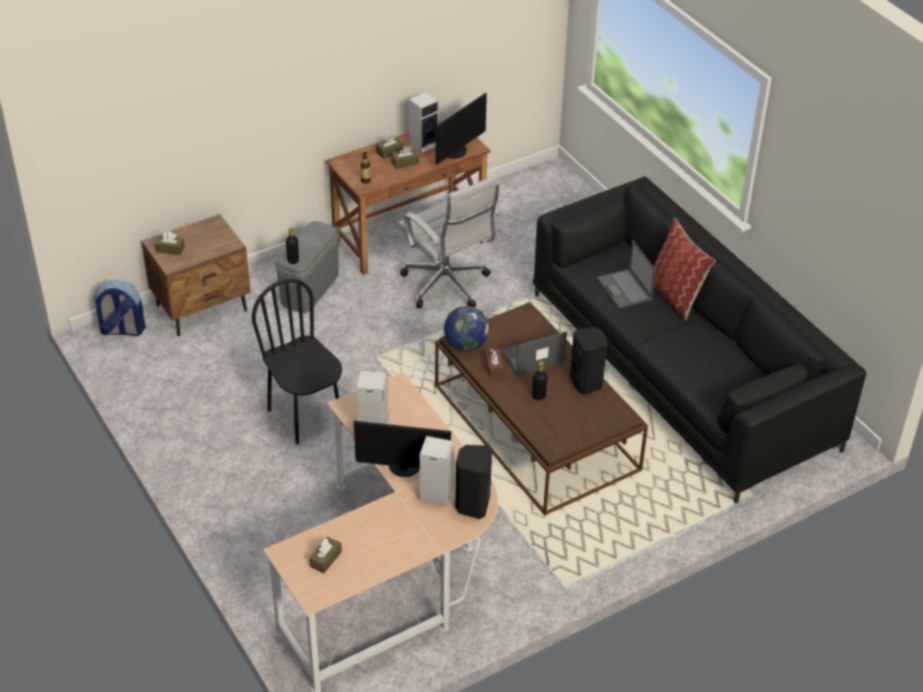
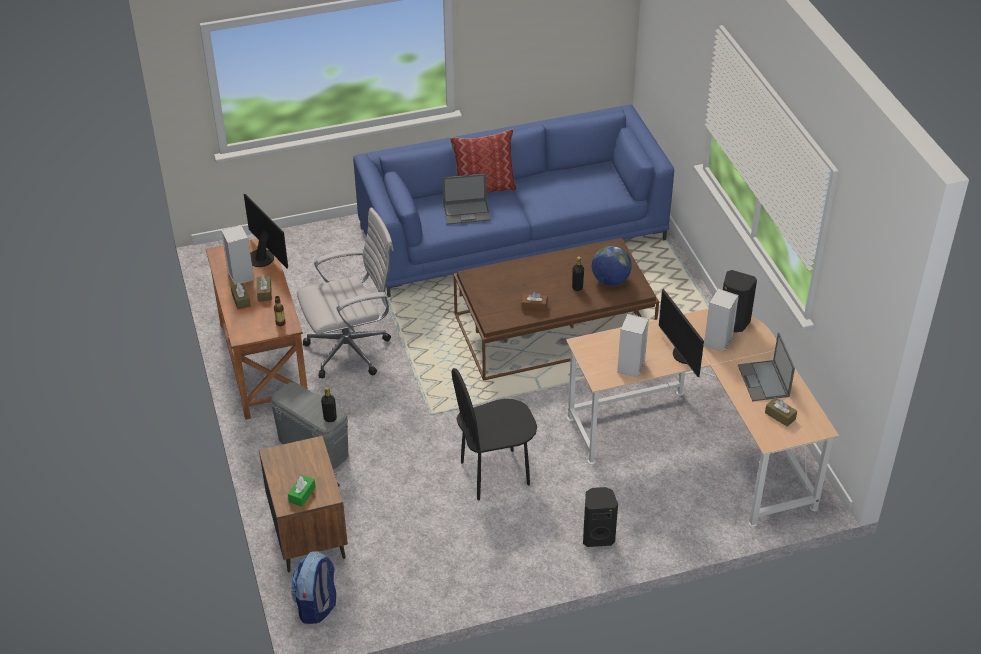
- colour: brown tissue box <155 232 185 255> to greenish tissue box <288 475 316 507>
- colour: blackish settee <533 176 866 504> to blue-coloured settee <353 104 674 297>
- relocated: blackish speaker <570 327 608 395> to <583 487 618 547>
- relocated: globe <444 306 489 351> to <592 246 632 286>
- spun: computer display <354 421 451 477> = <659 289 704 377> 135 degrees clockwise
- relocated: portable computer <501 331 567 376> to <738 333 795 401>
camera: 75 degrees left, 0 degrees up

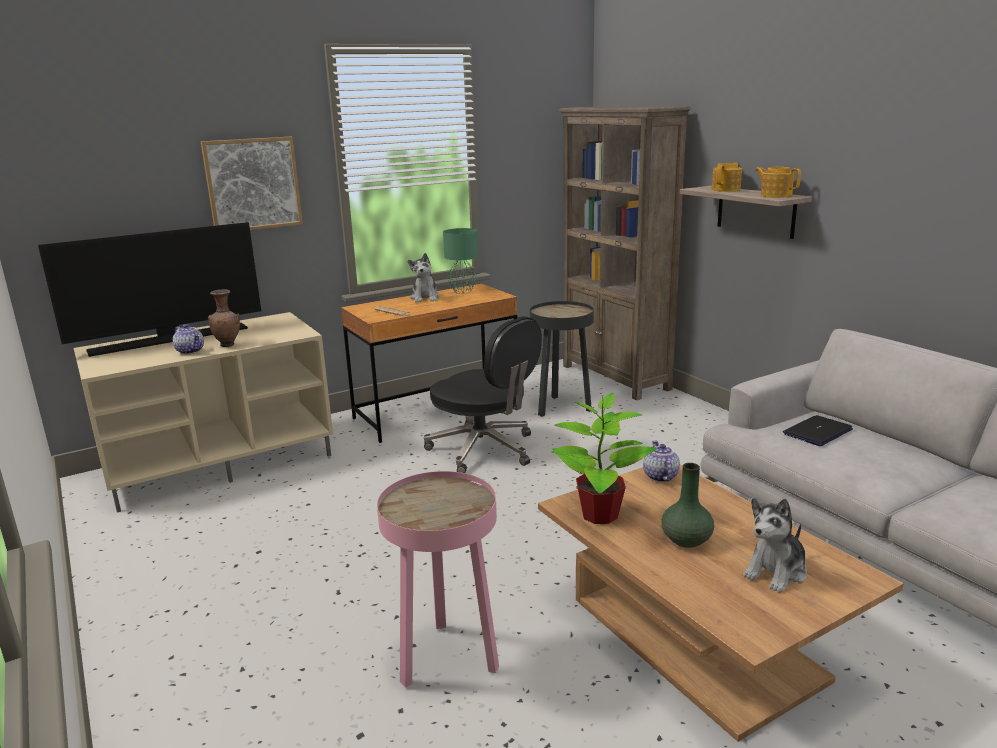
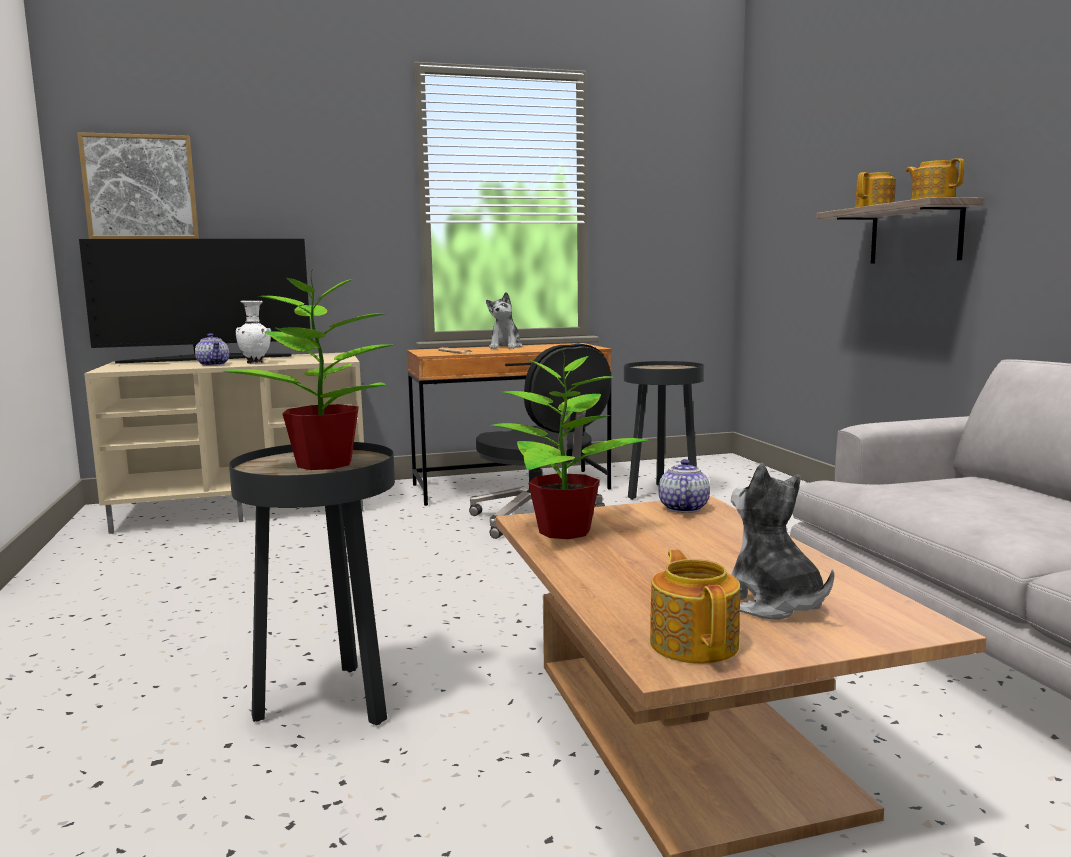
- relocated: wall art <201 137 303 230> to <77 132 199 239>
- appeared: potted plant <222 266 393 470>
- colour: pinkish side table <377 471 499 688> to blackish side table <229 442 395 725>
- colour: brown decorative vase <208 290 240 347> to white-coloured decorative vase <236 301 271 364>
- appeared: tea pot <650 549 740 664>
- spun: plush toy <743 498 807 593> = <731 463 834 620> 90 degrees clockwise
- missing: greenish lamp for a table <443 228 479 294>
- missing: brown shelving unit <559 106 691 400>
- missing: greenish decorative vase <661 463 714 548>
- missing: portable computer <783 415 853 446>
camera: 15 degrees right, 10 degrees down

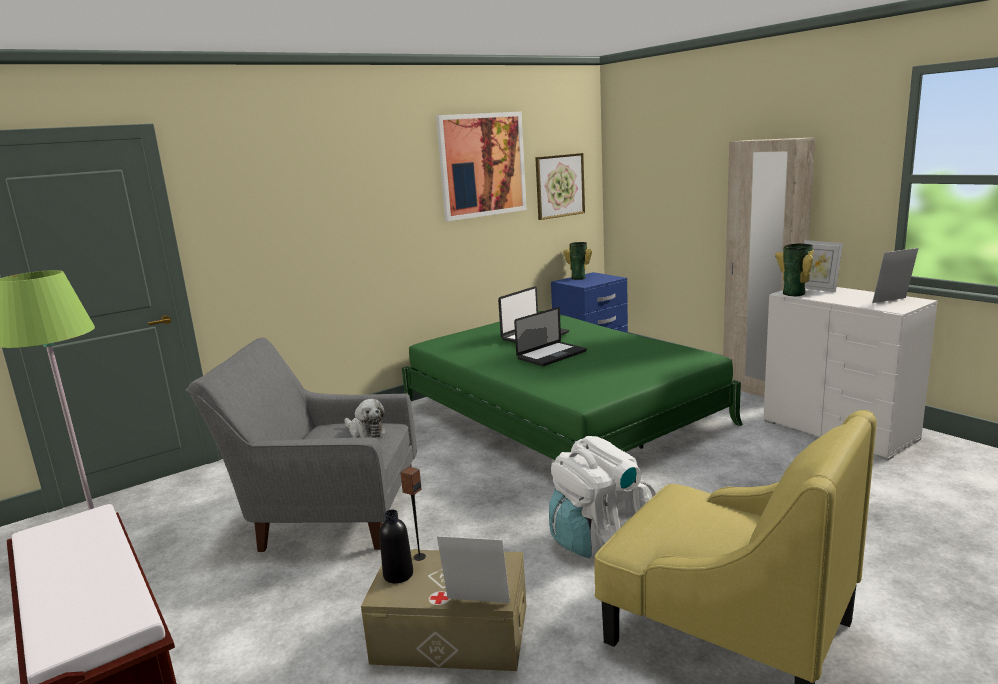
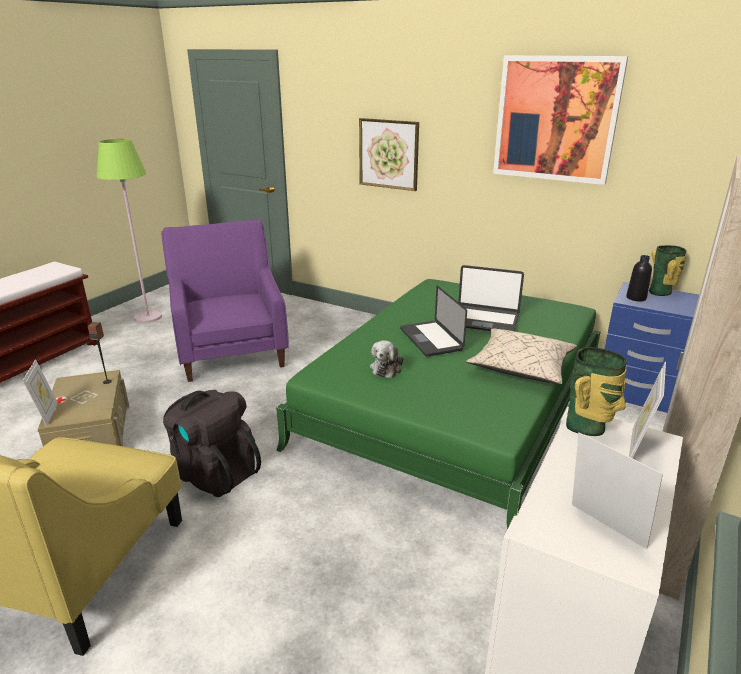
- colour: greyish armchair <186 338 417 552> to purple armchair <161 220 289 382>
- colour: white-coloured knapsack <549 436 656 559> to blackish knapsack <163 390 261 497>
- relocated: wall art <535 153 585 220> to <359 118 419 191>
- relocated: plush toy <344 399 386 438> to <370 340 403 378>
- spun: portable computer <514 307 587 366> = <400 286 467 357> 45 degrees clockwise
- appeared: beige-coloured throw pillow <466 328 577 385>
- relocated: blackish beverage bottle <379 510 413 583> to <626 255 652 301>
camera: 65 degrees right, 10 degrees up

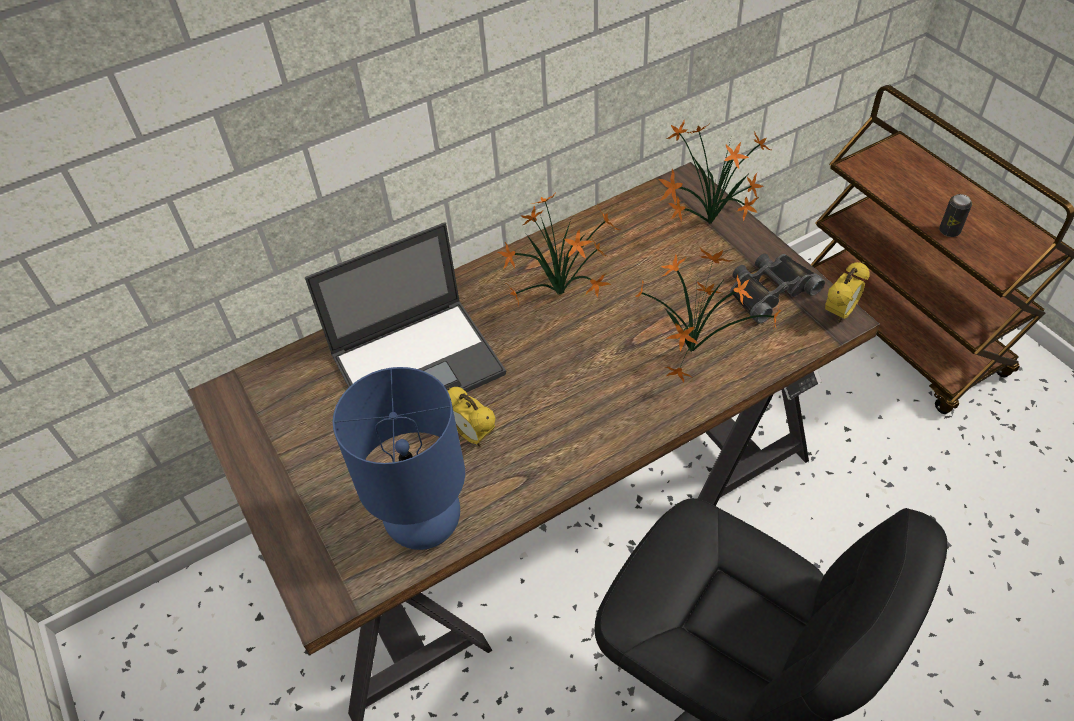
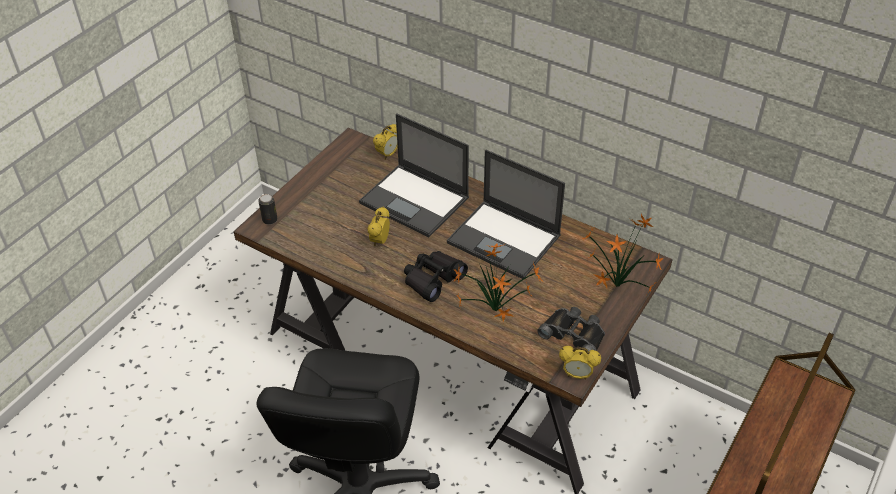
- relocated: metal can <939 194 972 237> to <258 194 277 225>
- appeared: alarm clock <373 124 398 160>
- appeared: blackish pair of binoculars <404 251 468 302>
- exchanged: potted plant <498 194 620 306> to portable computer <447 150 565 279>
- missing: blue-coloured lamp for a table <333 367 465 550>
camera: 60 degrees right, 5 degrees down

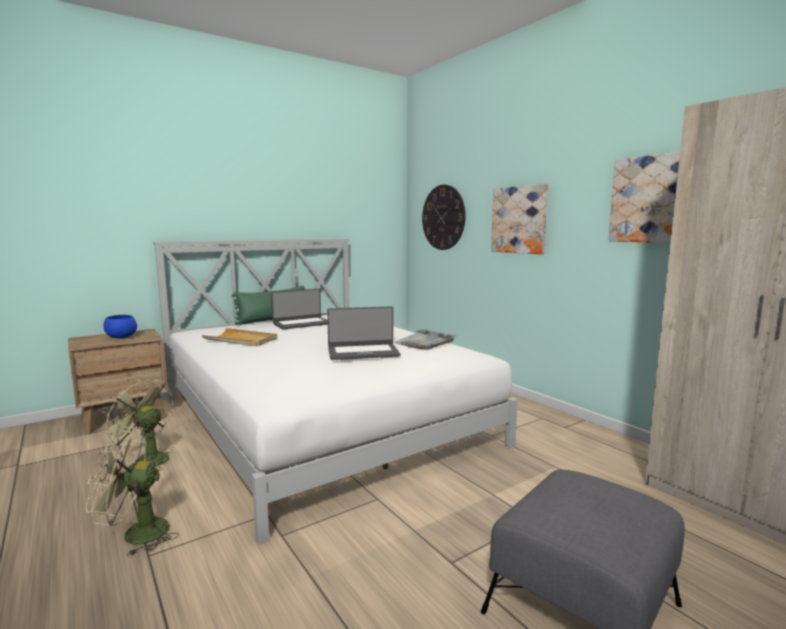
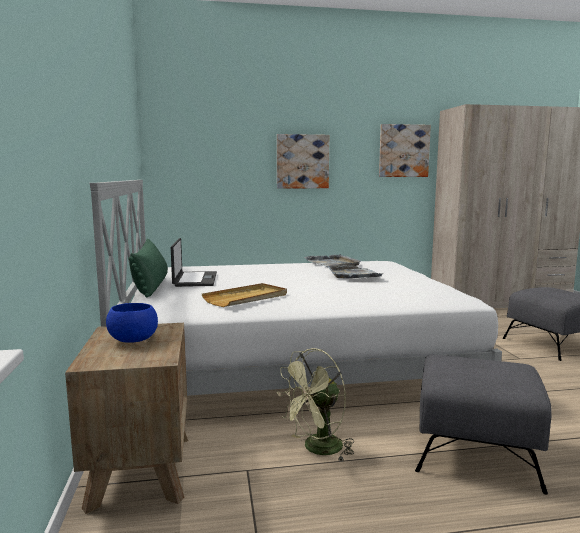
- exchanged: portable computer <327 306 401 360> to greyish tray <328 265 382 279>
- exchanged: greenish cooling fan <86 427 179 557> to greyish ottoman <415 355 552 495>
- missing: clock on the wall <422 185 466 250>
camera: 65 degrees left, 0 degrees up

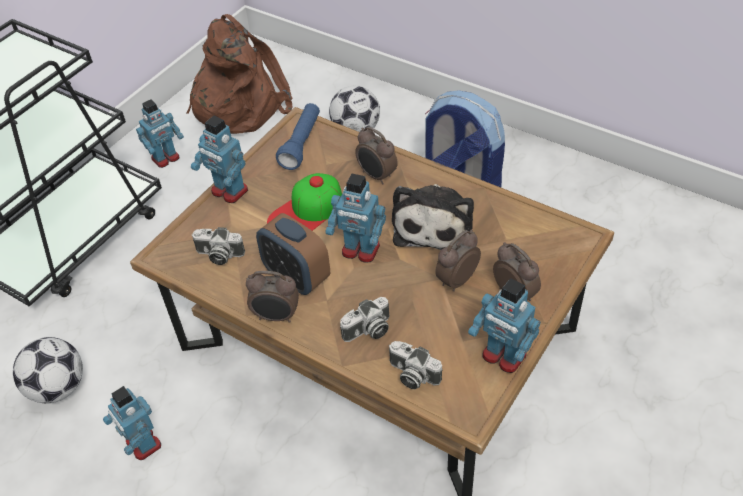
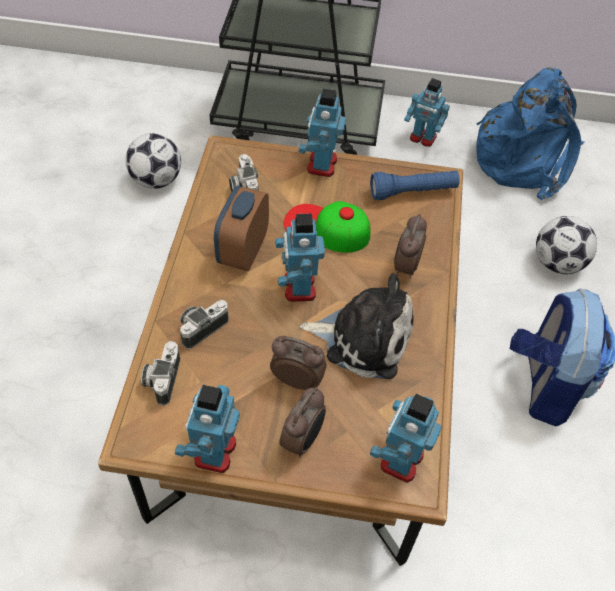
- spun: photo camera <340 297 389 342> = <180 300 229 349> 105 degrees clockwise
- spun: plush toy <392 184 474 250> = <300 273 414 379> 150 degrees counterclockwise
- relocated: toy robot <103 386 161 460> to <370 394 441 483>
- colour: brown knapsack <186 14 293 134> to blue-coloured knapsack <476 67 585 200>
- missing: alarm clock <246 271 299 323>
camera: 60 degrees right, 5 degrees up

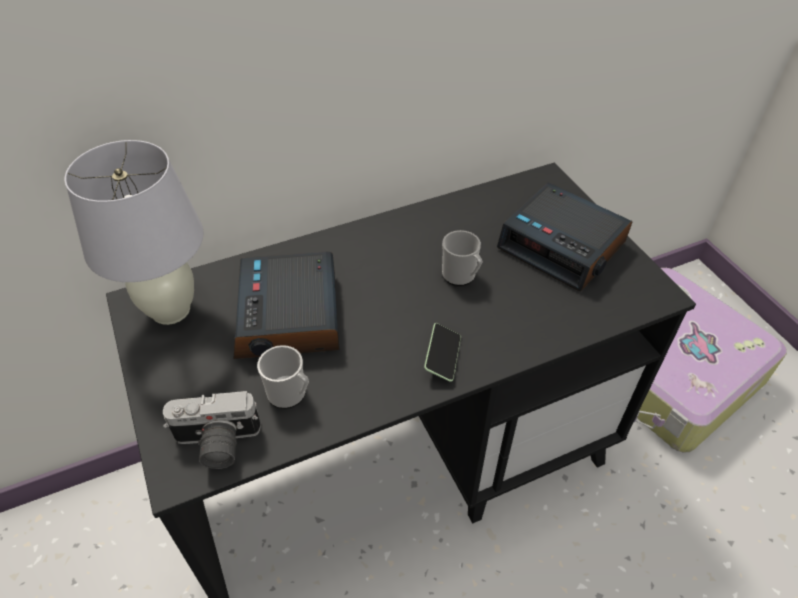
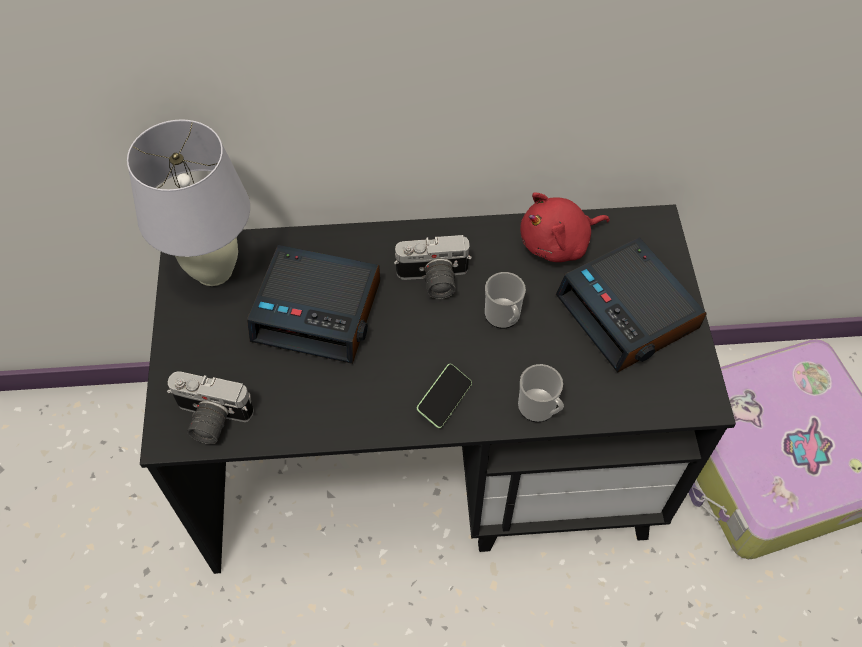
- spun: alarm clock <234 252 339 359> = <247 245 380 364> 90 degrees counterclockwise
- appeared: photo camera <394 235 472 299>
- relocated: tea mug <257 345 309 409> to <518 364 564 422>
- appeared: red plush toy <520 192 610 262>
camera: 20 degrees right, 10 degrees up

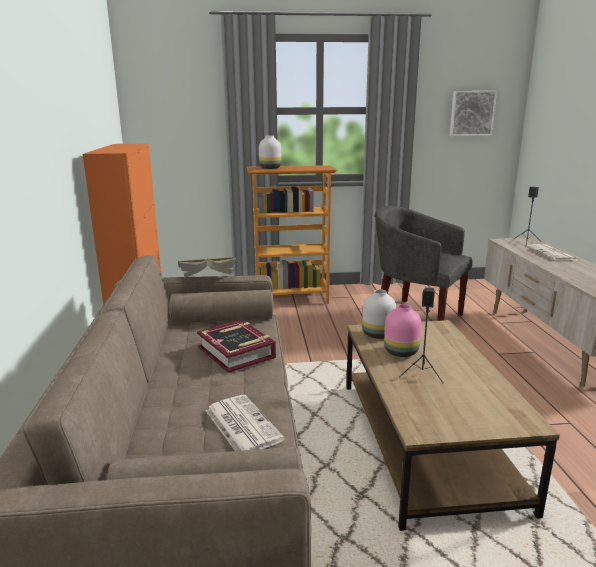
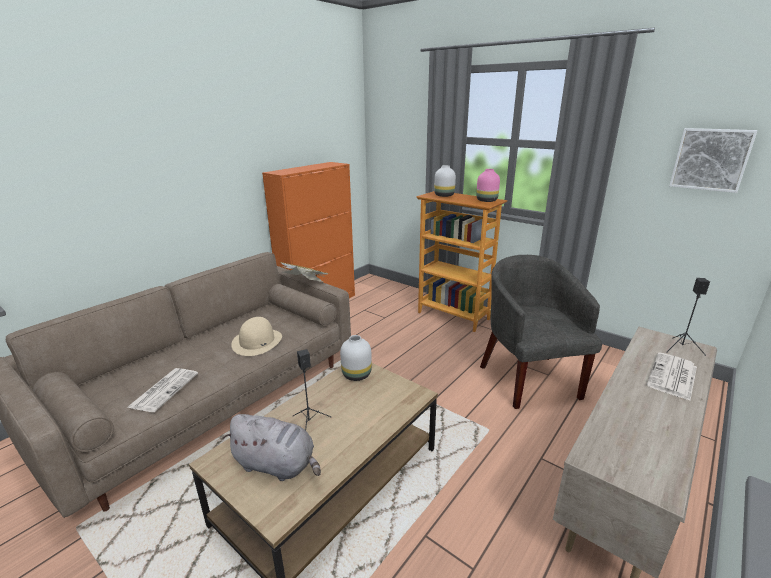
- appeared: greyish plush toy <223 414 321 481>
- exchanged: bound book <197 320 276 373> to beige-coloured hat <231 317 282 356>
- relocated: pinkish decorative vase <384 304 421 357> to <476 169 500 202>
camera: 45 degrees right, 5 degrees up

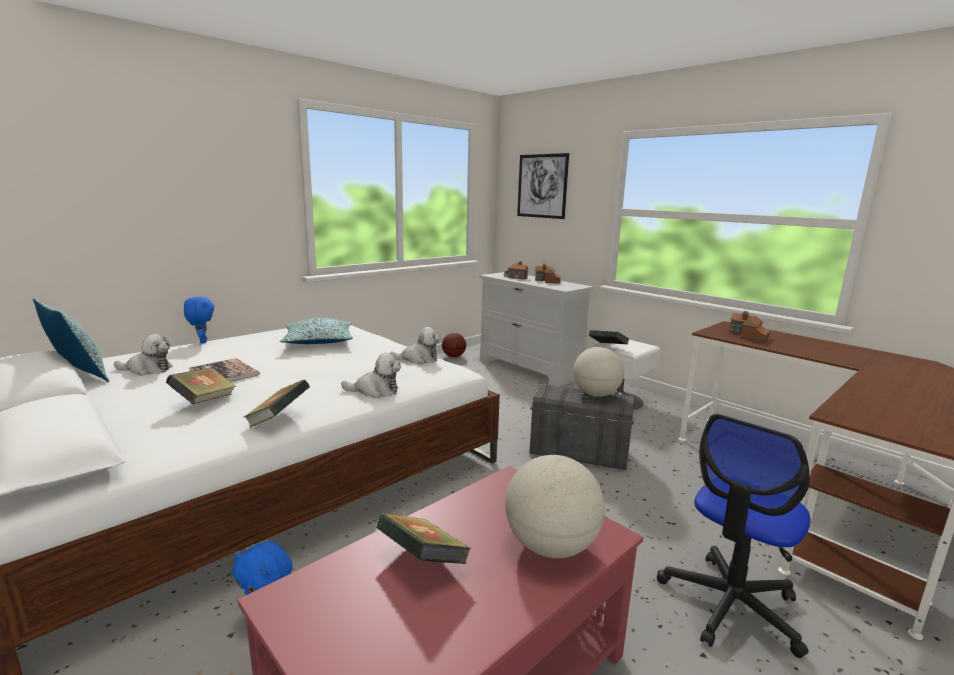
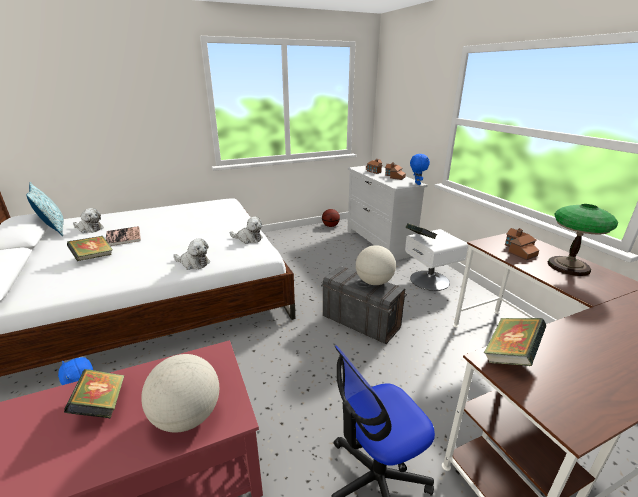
- relocated: blue-coloured plush toy <184 296 214 343> to <410 154 430 185>
- relocated: bound book <243 379 310 427> to <484 318 546 366>
- appeared: lamp for a table <548 204 618 276>
- missing: throw pillow <280 318 353 344>
- missing: wall art <517 153 569 219>
camera: 20 degrees right, 10 degrees up

